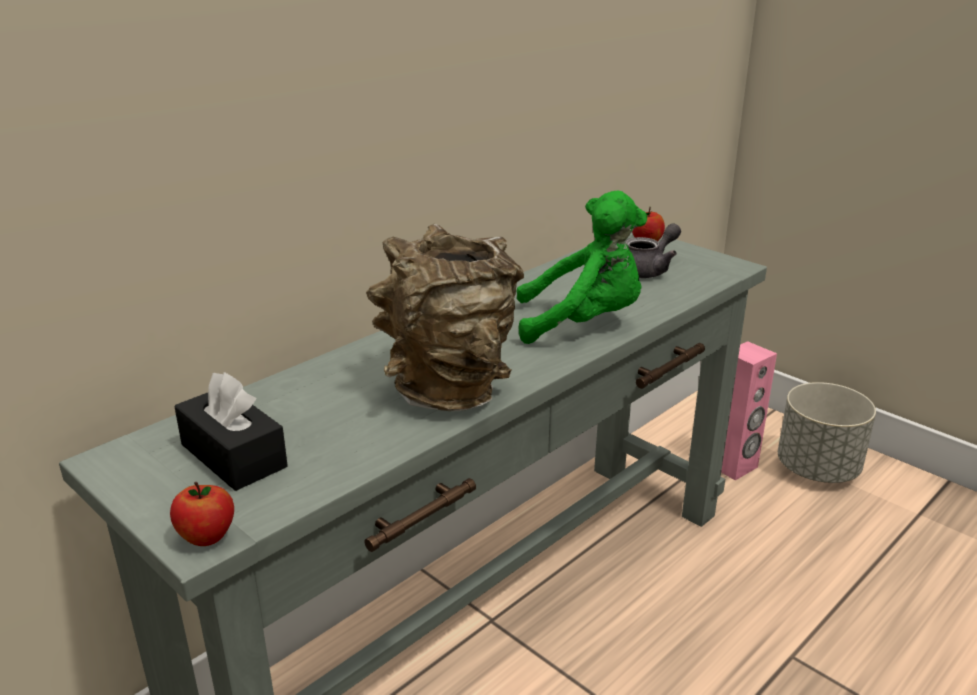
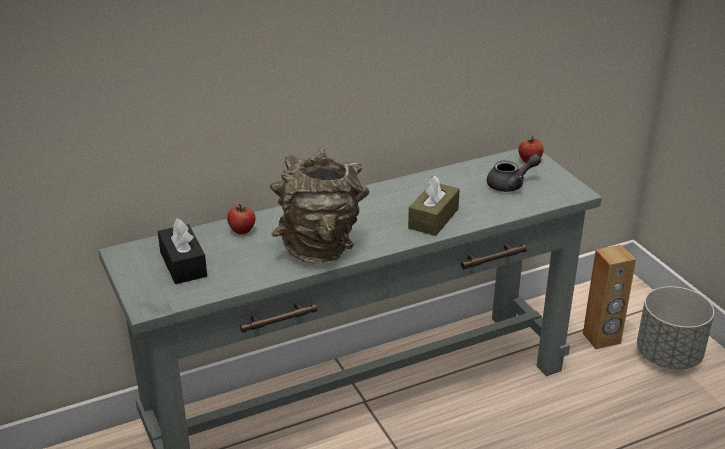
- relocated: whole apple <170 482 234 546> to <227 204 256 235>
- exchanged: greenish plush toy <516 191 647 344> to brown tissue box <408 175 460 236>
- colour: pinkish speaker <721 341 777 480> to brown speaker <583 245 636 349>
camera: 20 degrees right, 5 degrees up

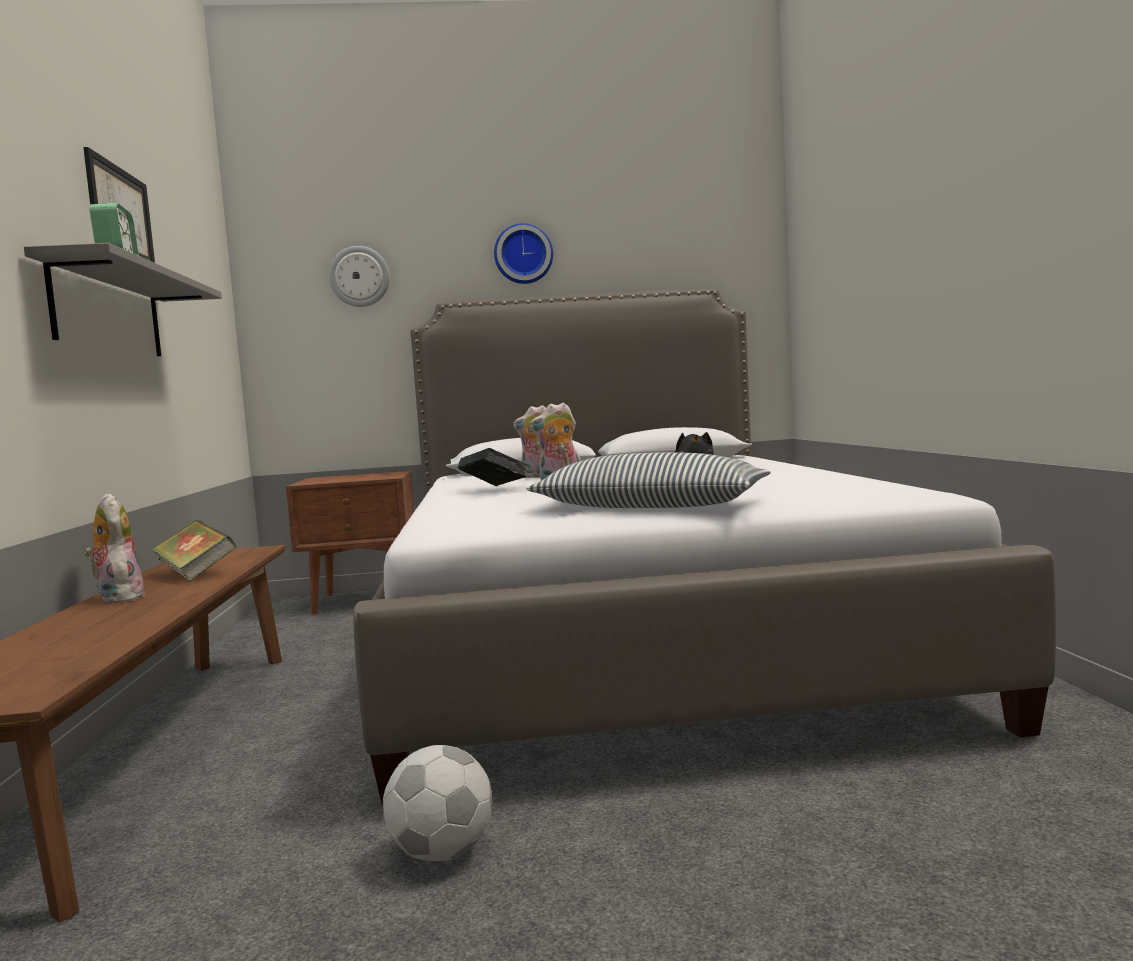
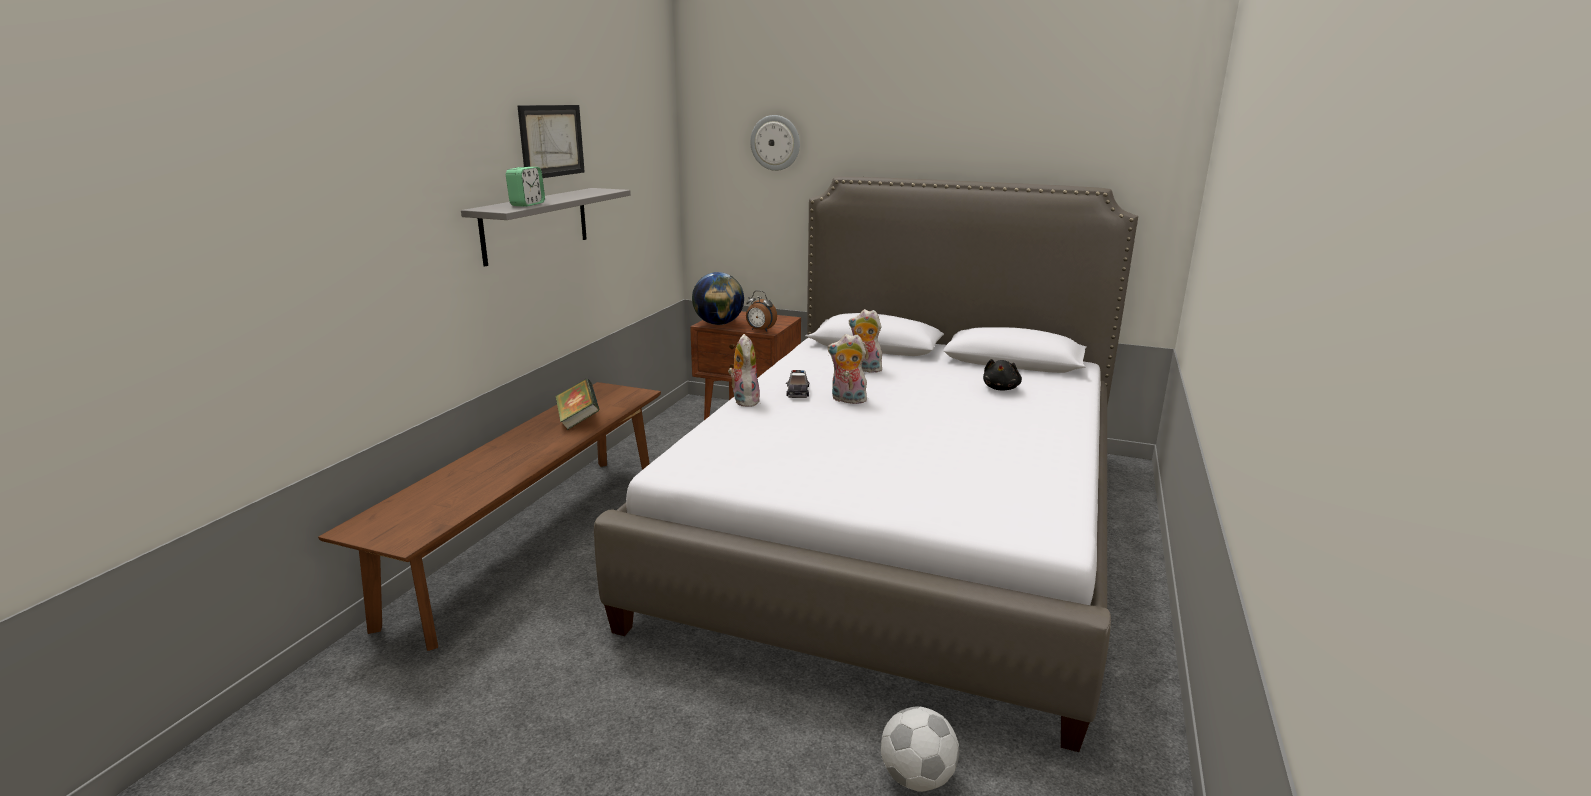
- appeared: globe <692 272 744 325>
- relocated: plush toy <84 494 145 603> to <728 334 760 407>
- appeared: alarm clock <746 290 777 332>
- exchanged: bound book <457 448 529 486> to toy car <786 370 810 398>
- relocated: ball for football <383 745 492 861> to <881 706 959 792>
- missing: clock on the wall <494 223 553 284>
- missing: throw pillow <526 452 771 508>
camera: 25 degrees right, 15 degrees up

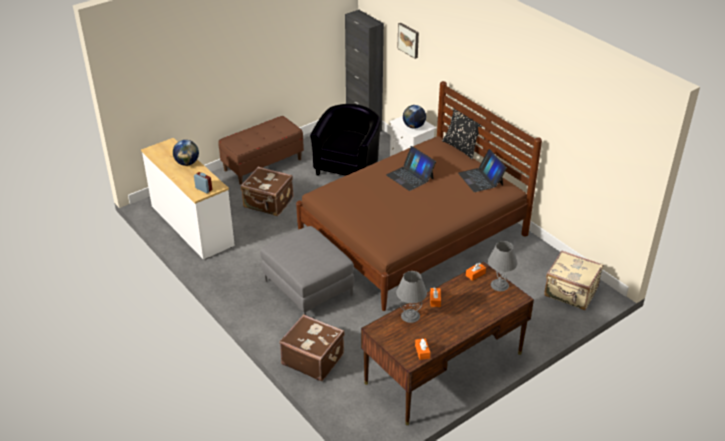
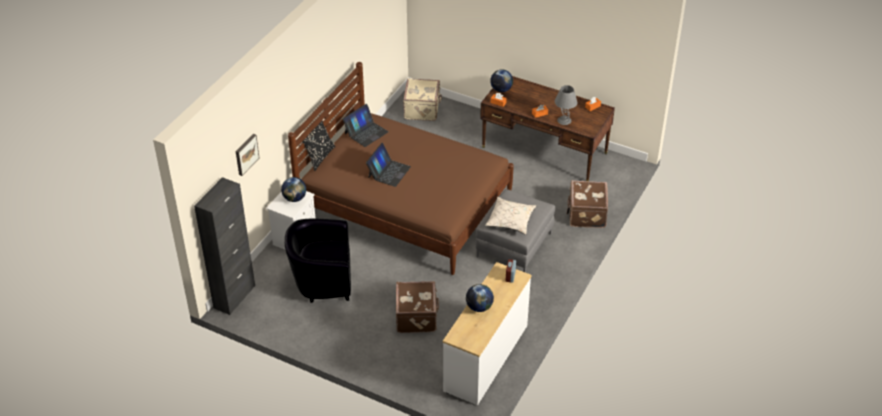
- appeared: beige-coloured throw pillow <485 197 536 235>
- exchanged: greyish lamp for a table <488 241 518 291> to globe <490 69 513 92>
- missing: brown indoor bench <218 116 304 185>
camera: 115 degrees left, 5 degrees up

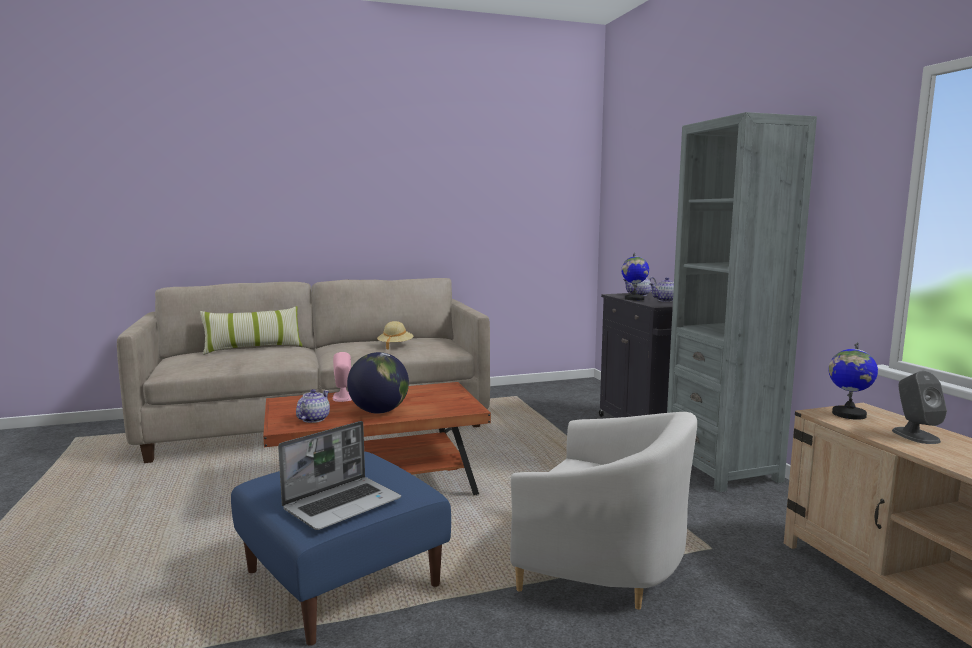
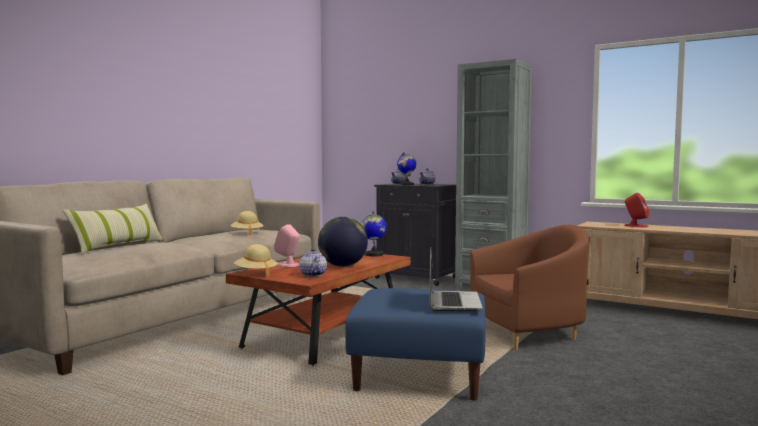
- appeared: beige-coloured hat <234 244 278 277>
- relocated: globe <829 342 878 420> to <361 211 387 256>
- colour: white-coloured armchair <510 412 697 610> to brown armchair <470 225 589 350>
- colour: greyish speaker <892 371 947 444> to red speaker <624 193 649 227>
camera: 40 degrees left, 5 degrees down

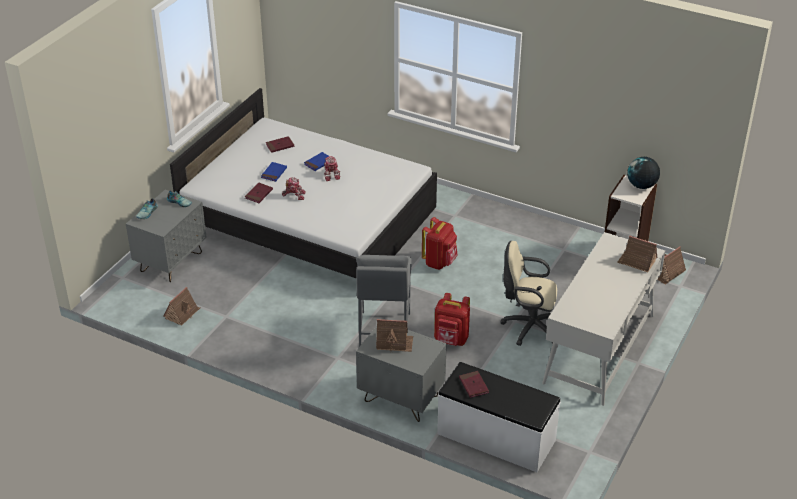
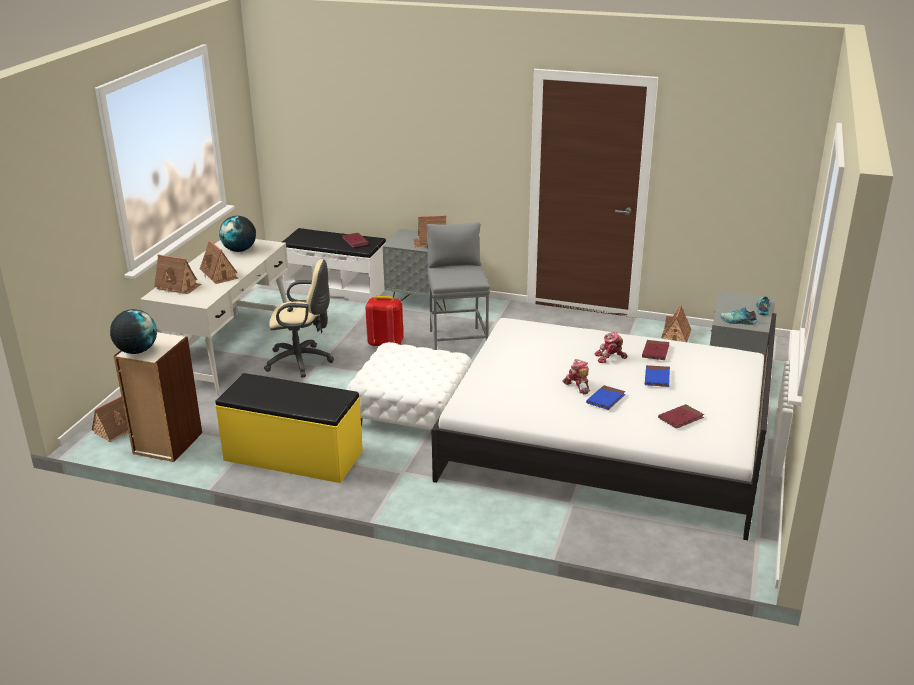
- appeared: model house <200 240 238 284>
- appeared: yellow indoor bench <215 373 363 483>
- appeared: globe <219 216 256 252>
- exchanged: red knapsack <422 217 458 270> to white-coloured ottoman <347 342 472 430>
camera: 170 degrees right, 10 degrees down

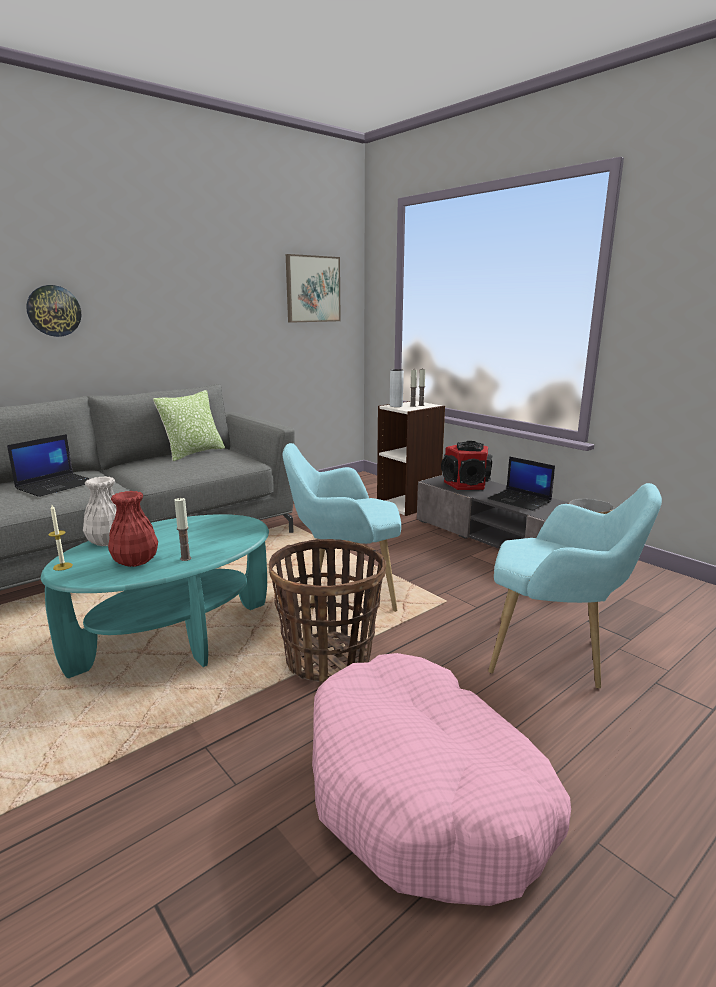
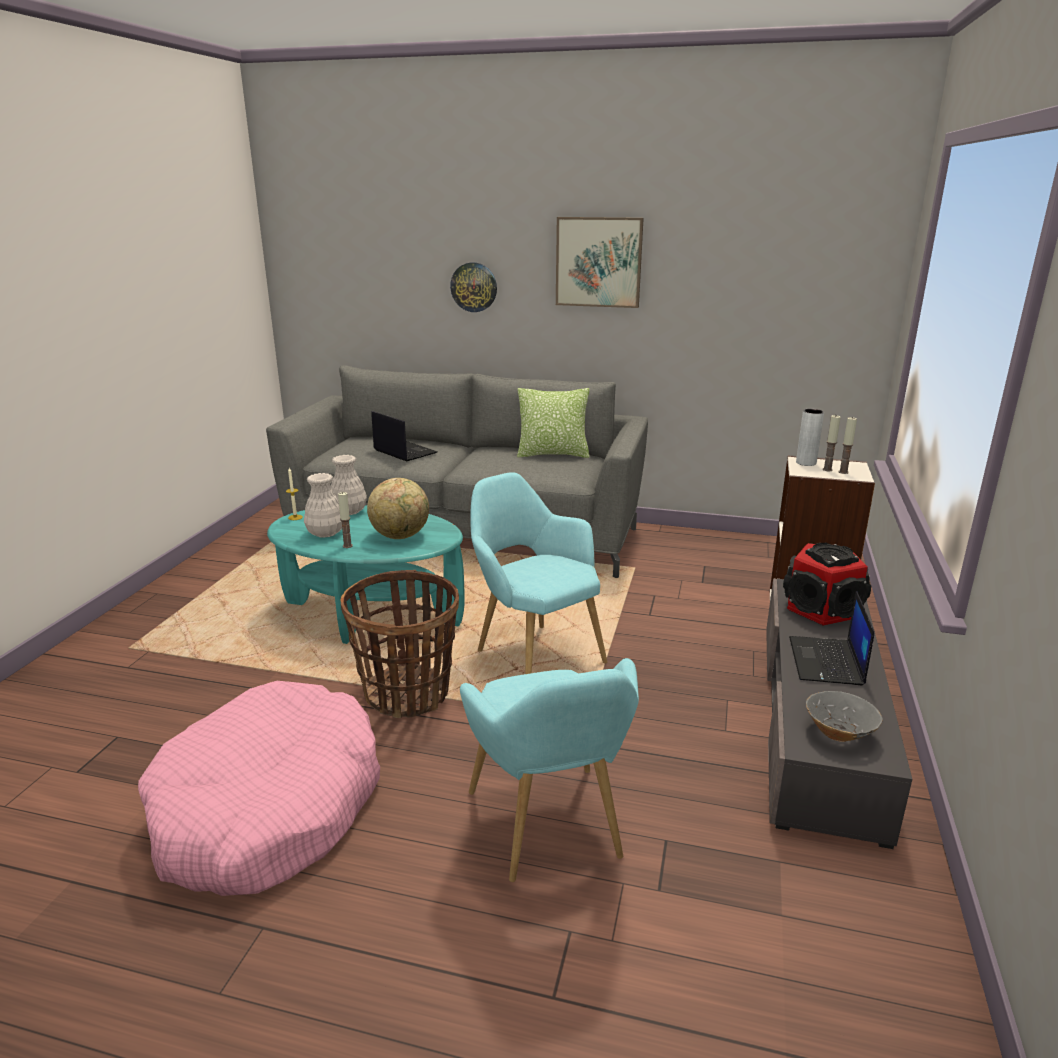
- colour: red decorative vase <108 491 158 567> to white-coloured decorative vase <304 473 342 538>
- appeared: globe <367 478 429 539>
- spun: portable computer <7 434 90 497> = <371 411 437 461> 135 degrees counterclockwise
- relocated: wall art <286 254 341 323> to <556 217 644 308>
camera: 55 degrees right, 5 degrees up

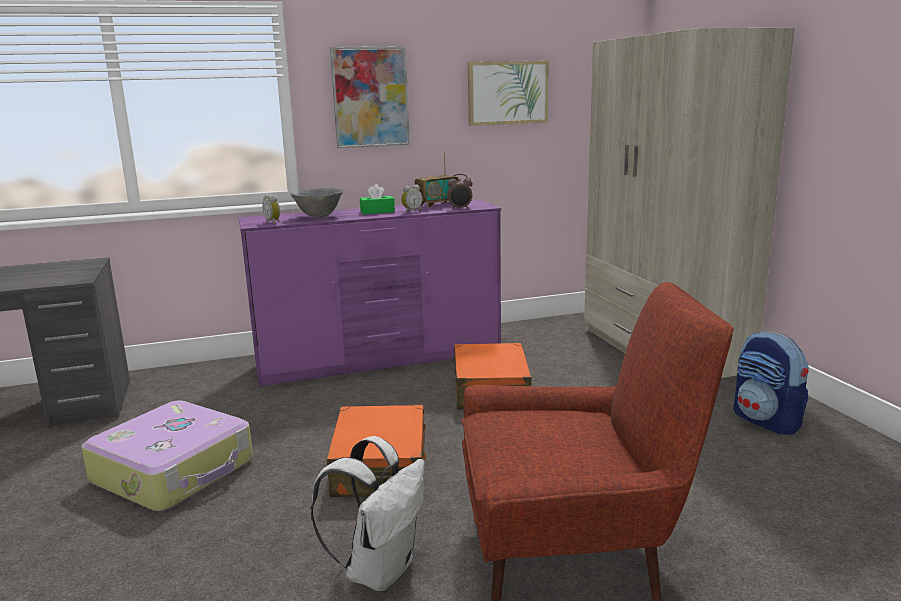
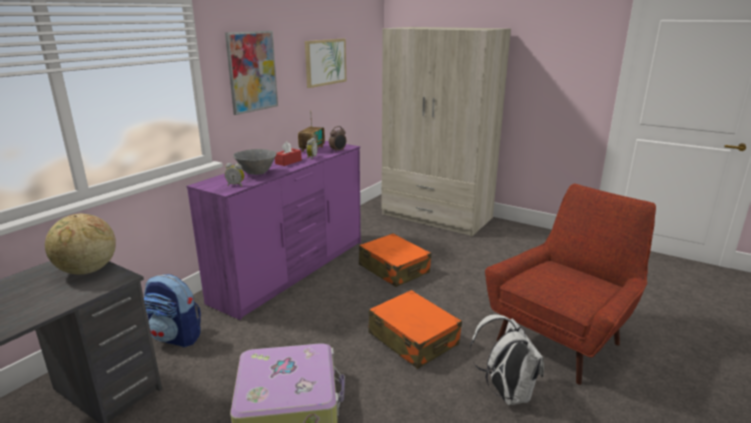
- appeared: globe <45 214 116 274>
- relocated: knapsack <733 331 809 435> to <144 274 201 348>
- colour: greenish tissue box <360 184 395 214> to red tissue box <275 141 302 166>
camera: 40 degrees left, 5 degrees up

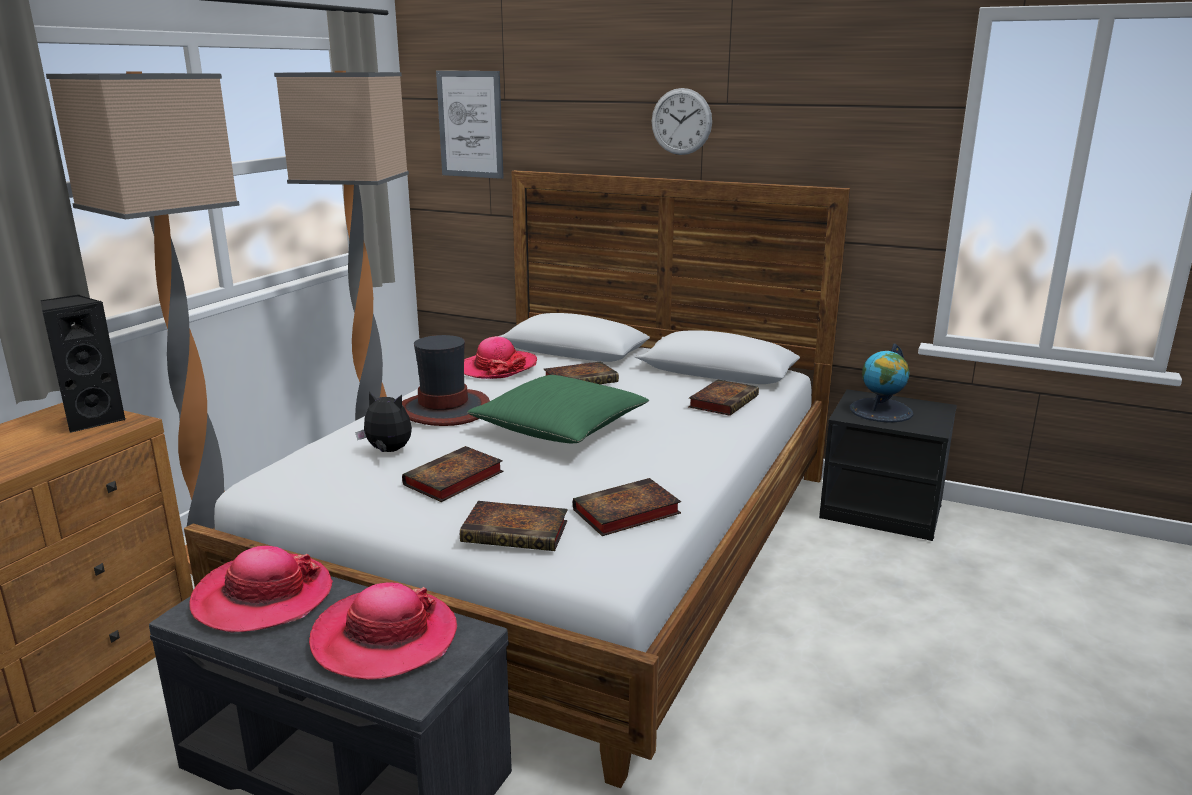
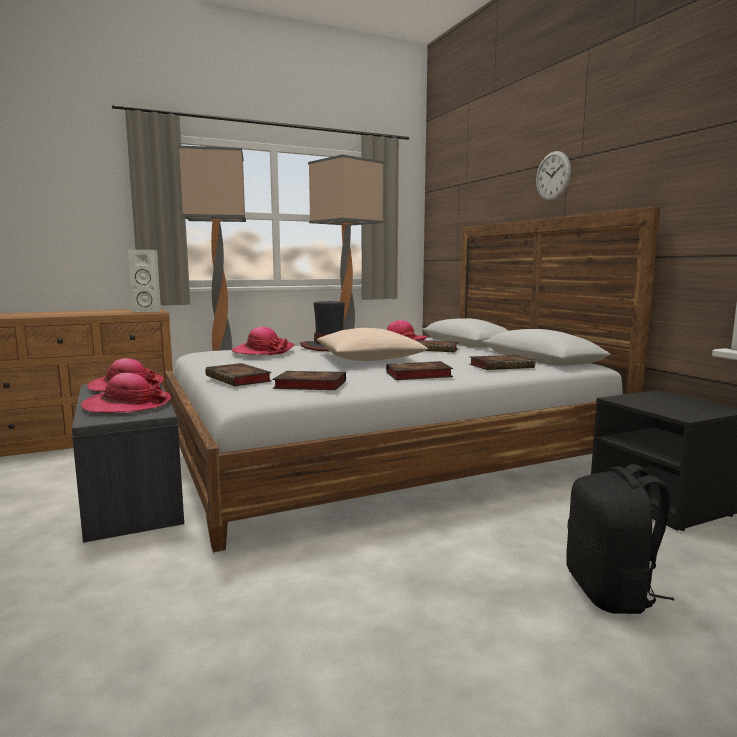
- colour: blackish speaker <41 294 127 433> to white-coloured speaker <128 250 161 312>
- exchanged: plush toy <355 392 412 452> to hat <231 327 294 355>
- colour: greenish throw pillow <467 375 649 444> to beige-coloured throw pillow <317 328 428 361>
- relocated: bound book <402 446 503 502> to <386 361 453 380>
- appeared: blackish knapsack <566 464 674 614>
- missing: wall art <436 71 504 179>
- missing: globe <850 344 913 423>
camera: 40 degrees right, 10 degrees down

